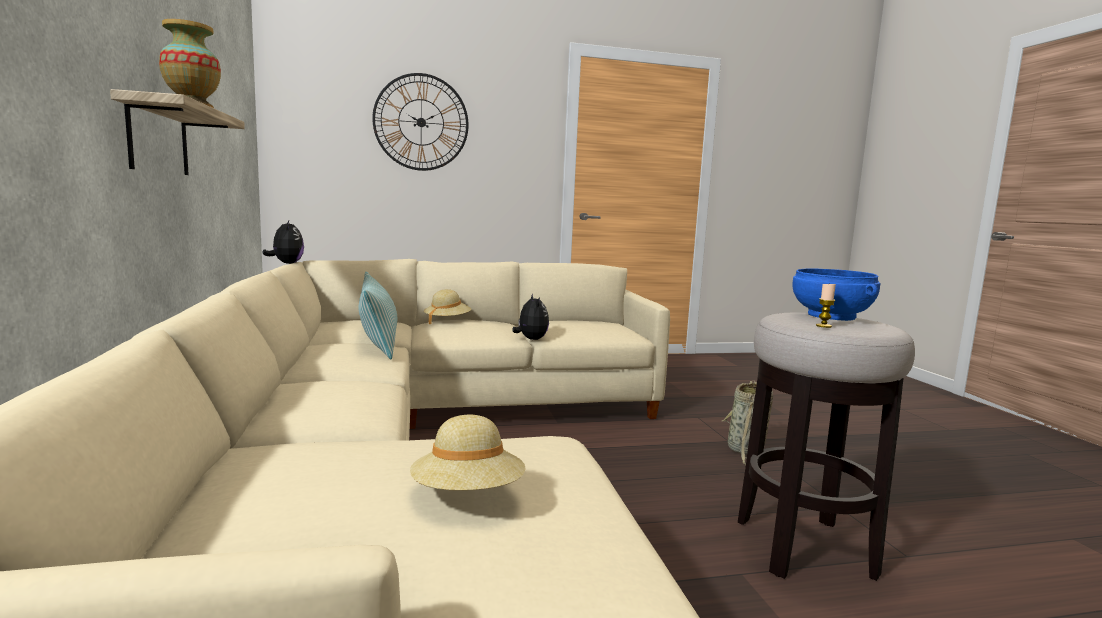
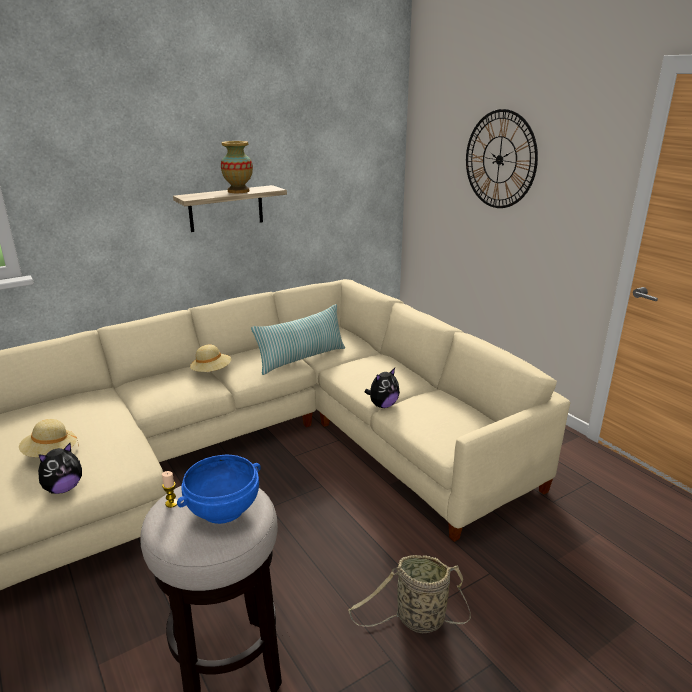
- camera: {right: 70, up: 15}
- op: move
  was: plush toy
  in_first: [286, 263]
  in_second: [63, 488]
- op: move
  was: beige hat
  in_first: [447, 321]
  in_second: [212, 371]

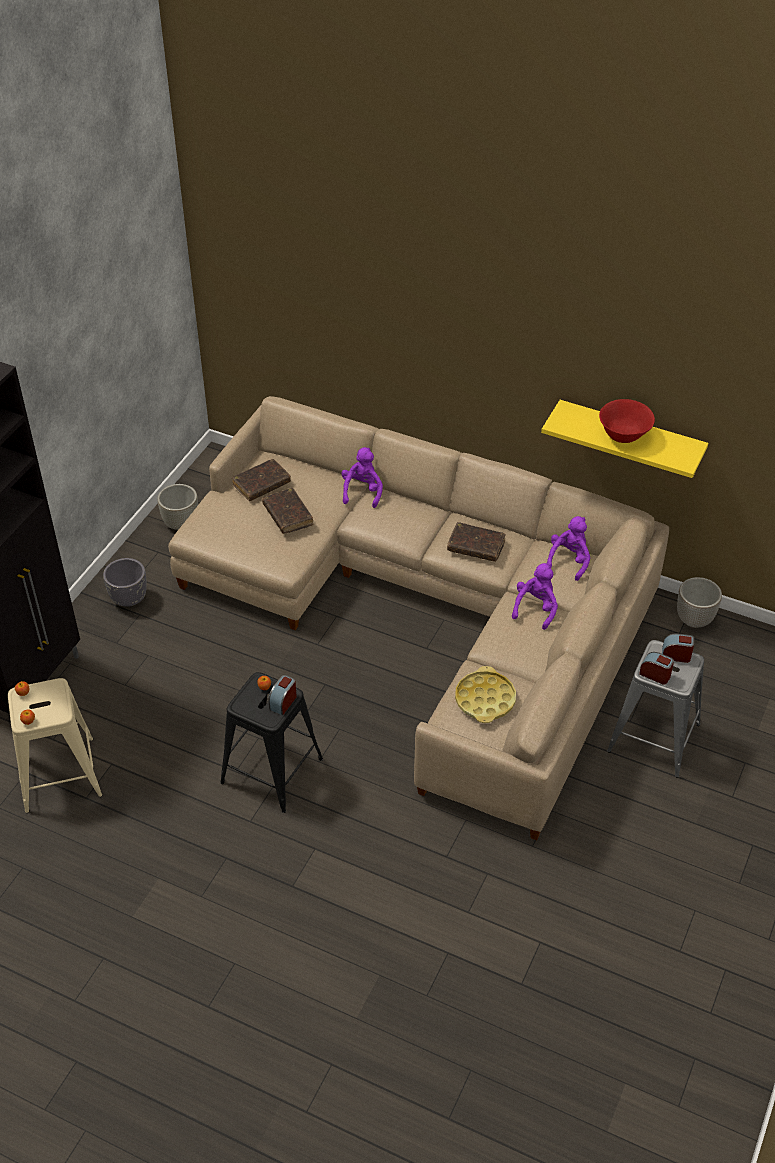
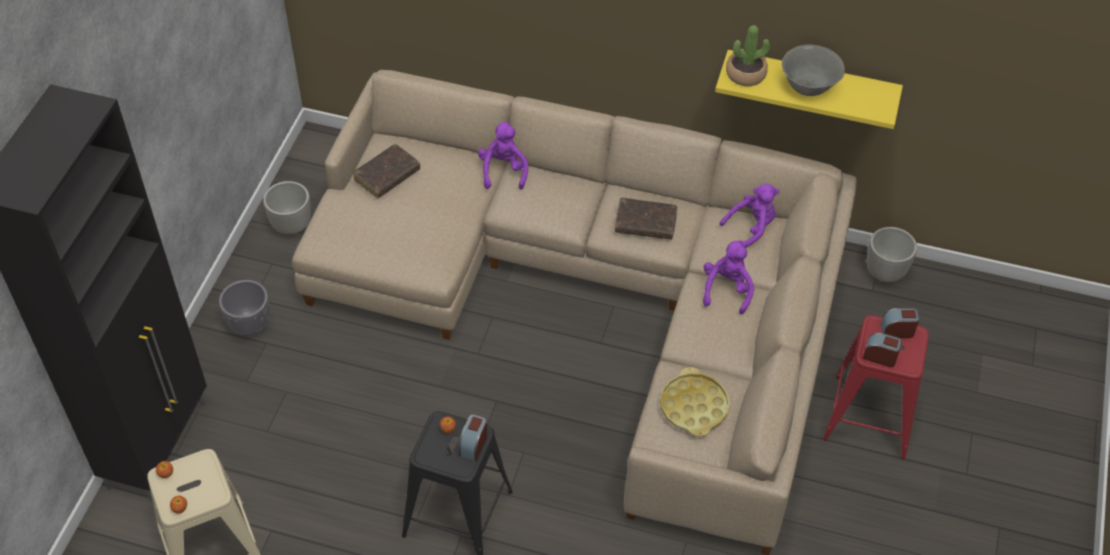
- camera: {right: -10, up: 5}
- op: delete
  was: brown book
  in_first: [288, 515]
- op: rotate
  was: purple plush toy
  in_first: [569, 560]
  in_second: [751, 228]
  clockwise: 45
- op: recolor
  was: red bowl
  now: grey bowl
  in_first: [624, 436]
  in_second: [809, 87]
- op: recolor
  was: grey stool
  now: red stool
  in_first: [654, 737]
  in_second: [870, 416]
- op: insert
  now: potted plant
  in_second: [745, 74]

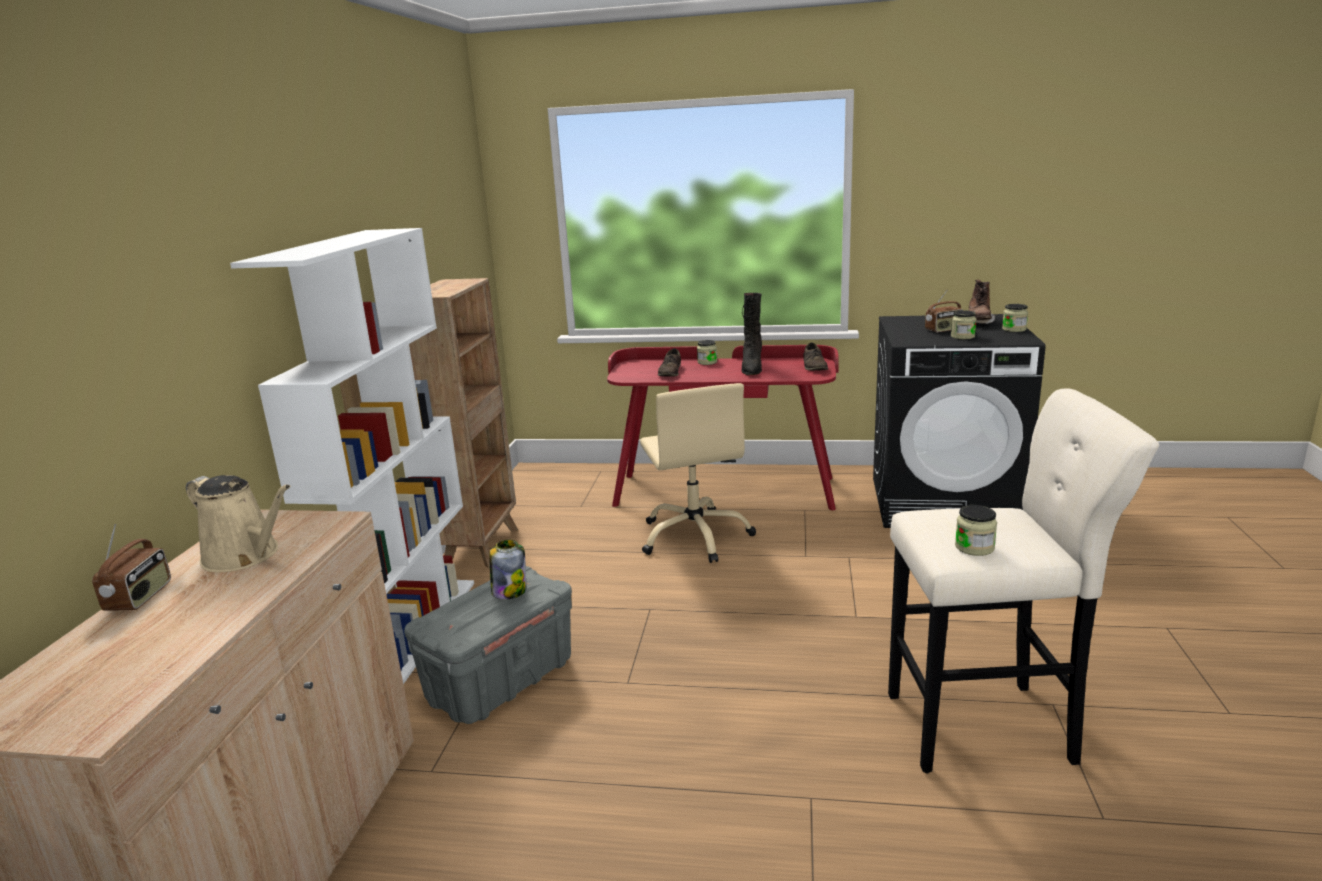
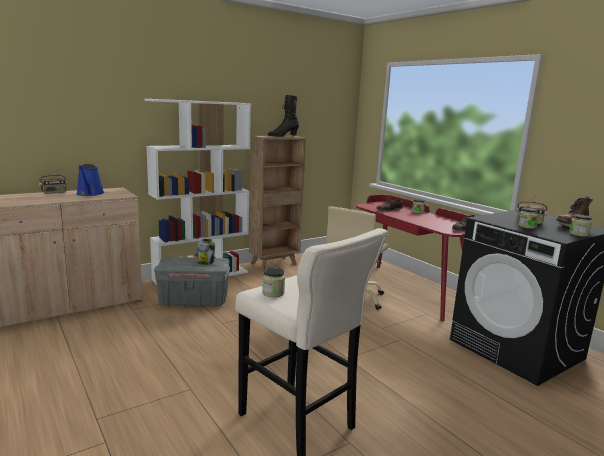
- camera: {right: 45, up: -5}
- op: recolor
  was: beige watering can
  now: blue watering can
  in_first: [245, 556]
  in_second: [89, 194]
- op: move
  was: black boot
  in_first: [752, 368]
  in_second: [283, 136]

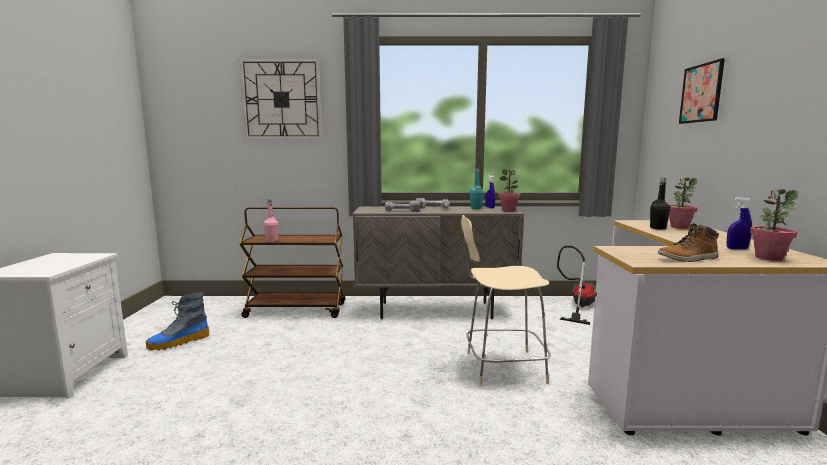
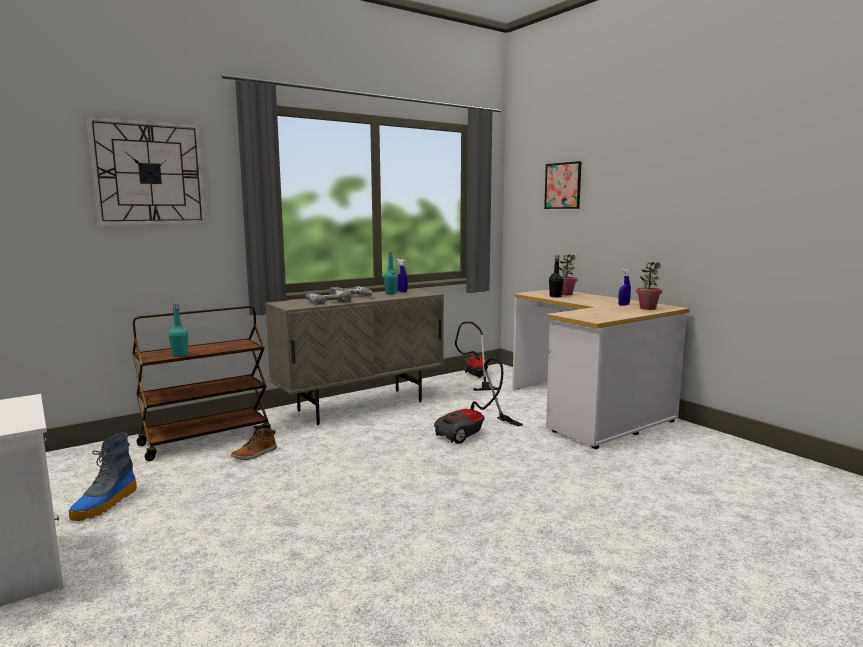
- camera: {right: -35, up: 0}
- op: recolor
  was: pink bottle
  now: turquoise bottle
  in_first: [272, 240]
  in_second: [180, 355]
- op: replace
  was: beige chair
  now: vacuum cleaner
  in_first: [501, 367]
  in_second: [474, 434]
- op: delete
  was: potted plant
  in_first: [508, 210]
- op: move
  was: boot
  in_first: [688, 259]
  in_second: [255, 454]

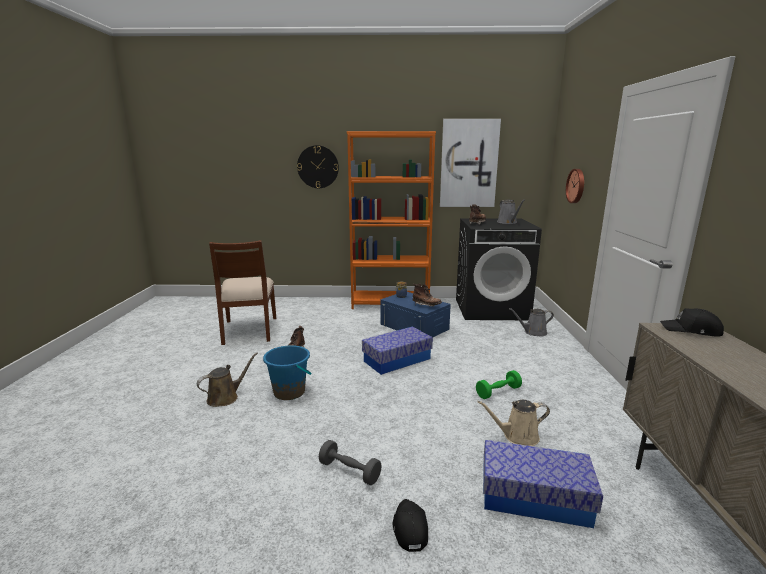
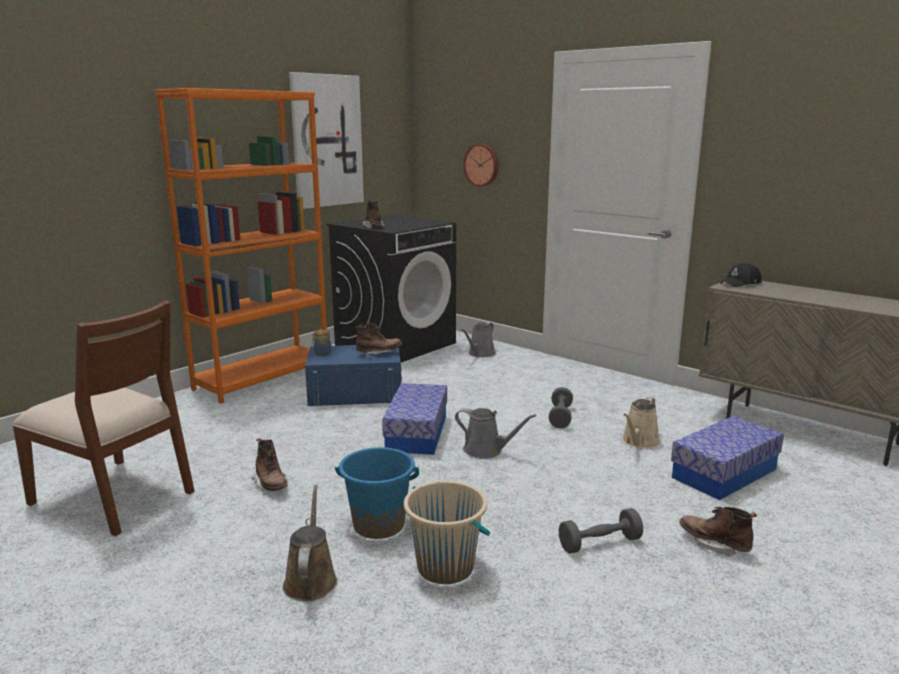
- camera: {right: -50, up: 0}
- op: delete
  was: wall clock
  in_first: [318, 167]
- op: replace
  was: black cap
  now: brown boot
  in_first: [409, 528]
  in_second: [714, 544]
- op: recolor
  was: green dumbbell
  now: grey dumbbell
  in_first: [498, 392]
  in_second: [560, 417]
- op: move
  was: grey watering can
  in_first: [508, 222]
  in_second: [486, 451]
- op: insert
  now: beige bucket
  in_second: [446, 567]

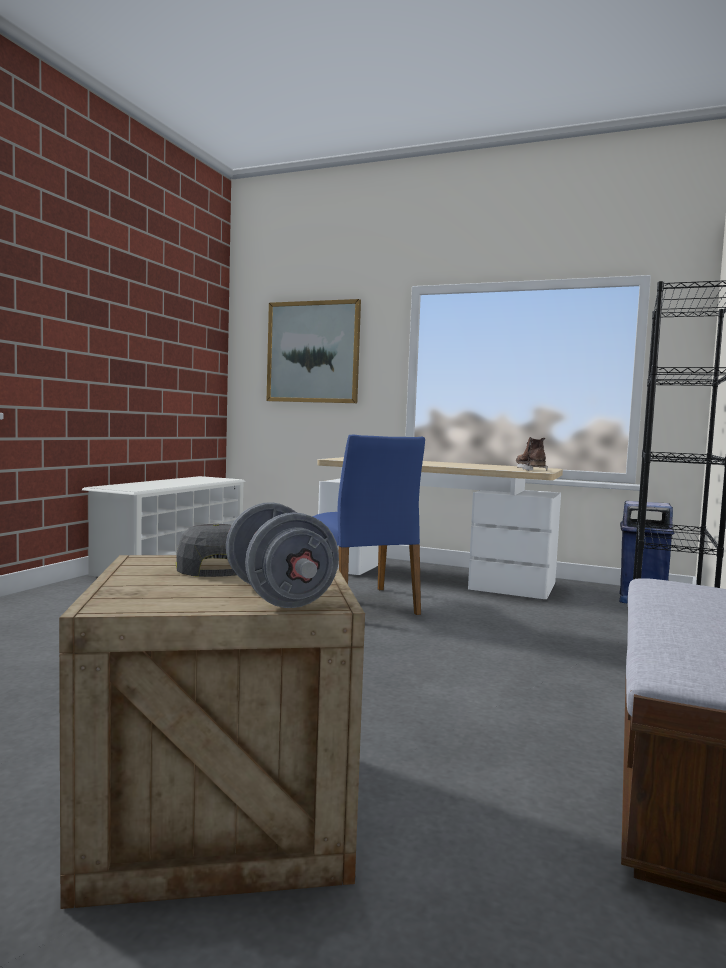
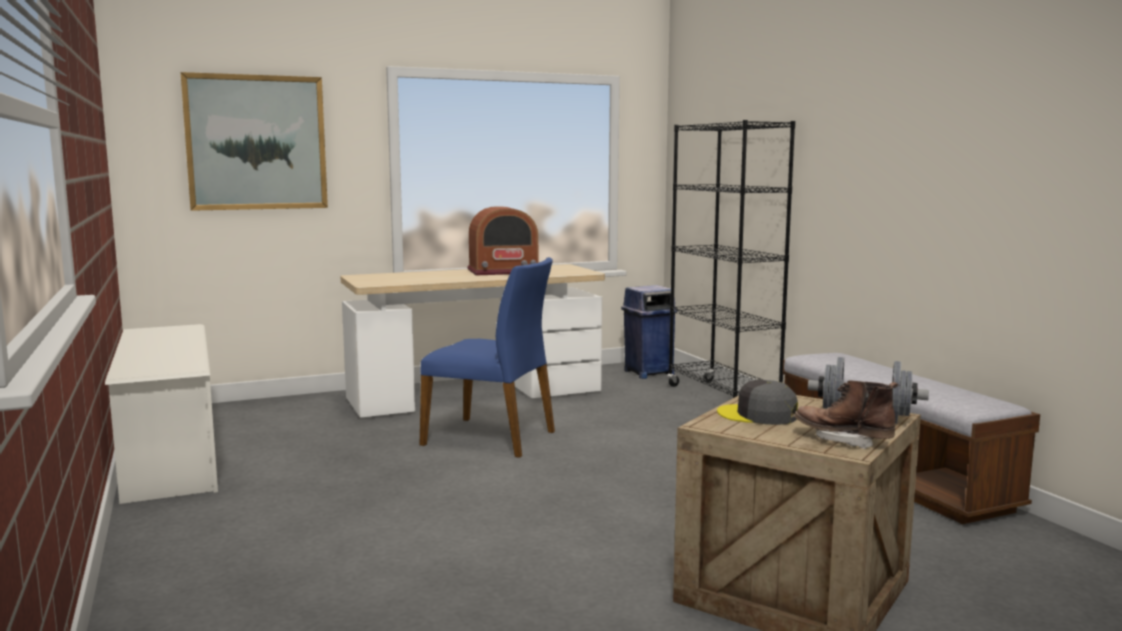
- camera: {right: -45, up: 5}
- op: move
  was: brown boot
  in_first: [530, 470]
  in_second: [843, 440]
- op: insert
  now: radio
  in_second: [503, 271]

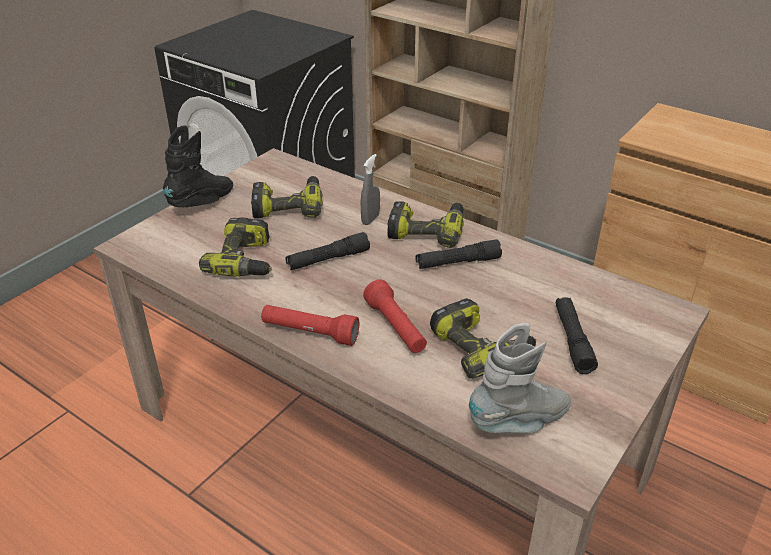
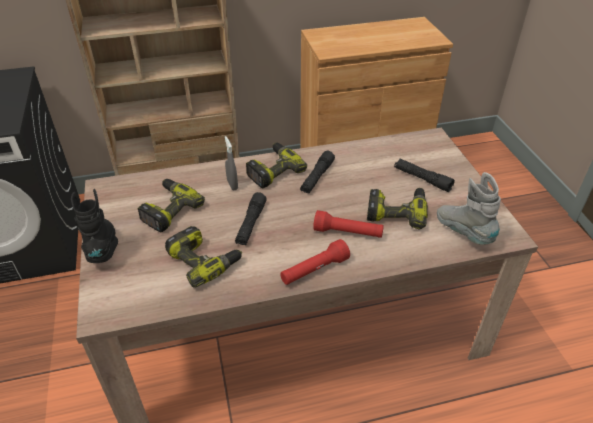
- camera: {right: -50, up: 5}
- op: rotate
  was: grey boot
  in_first: [519, 421]
  in_second: [463, 232]
  clockwise: -45

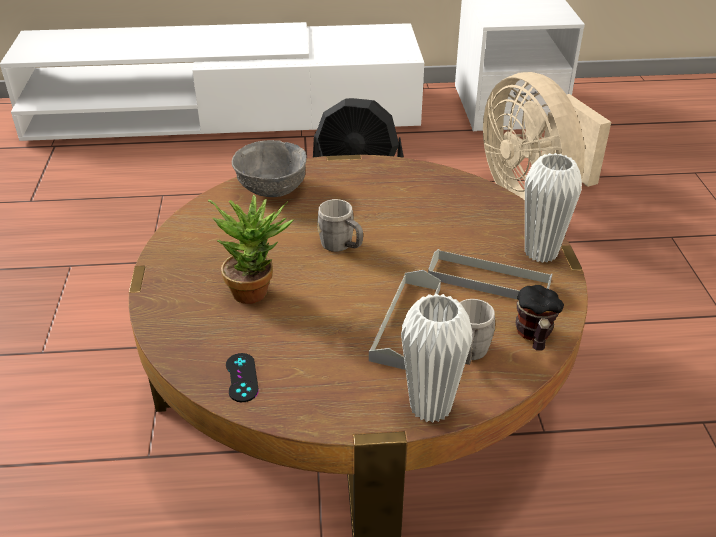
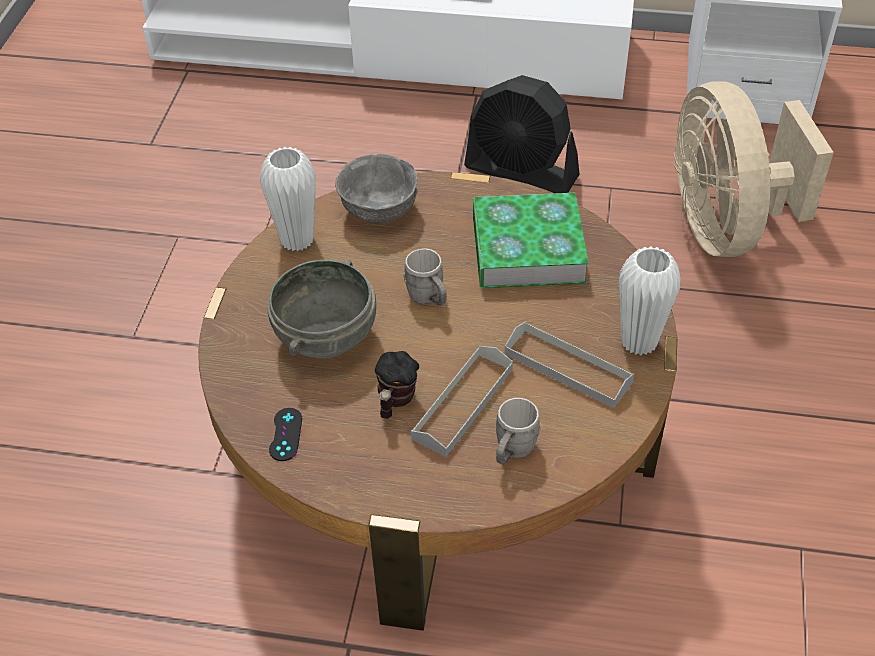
- camera: {right: 15, up: 10}
- op: replace
  was: potted plant
  now: grey bowl
  in_first: [256, 289]
  in_second: [327, 337]
- op: move
  was: white vase
  in_first: [430, 407]
  in_second: [297, 240]
- op: move
  was: mug
  in_first: [534, 336]
  in_second: [395, 400]
- op: insert
  now: book
  in_second: [527, 249]

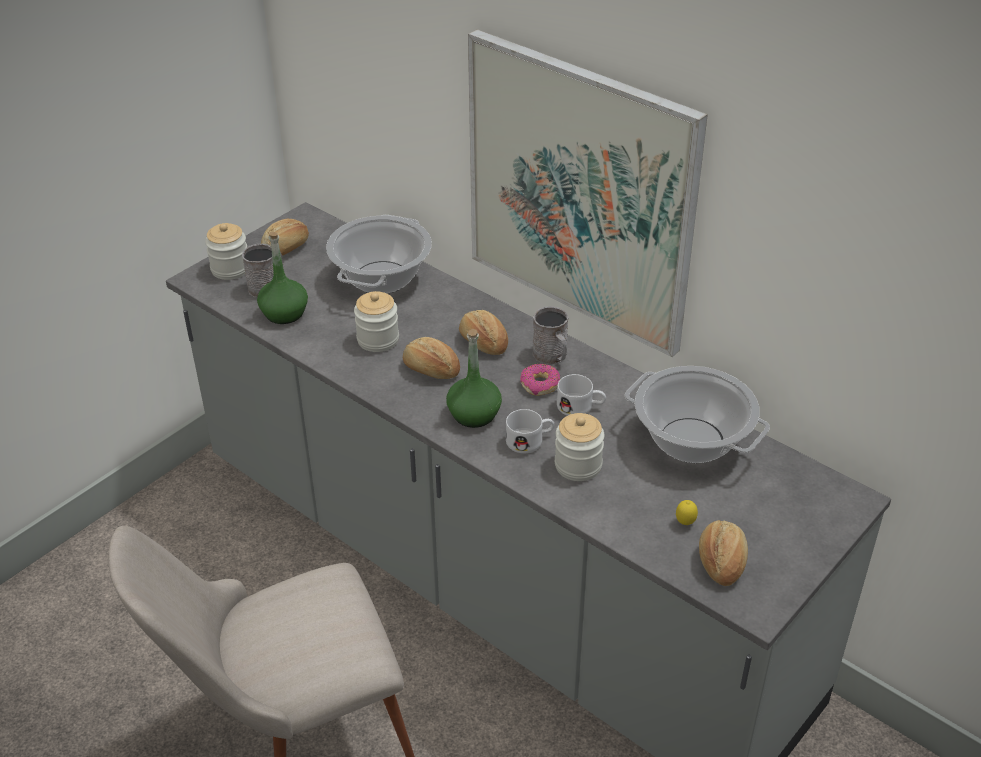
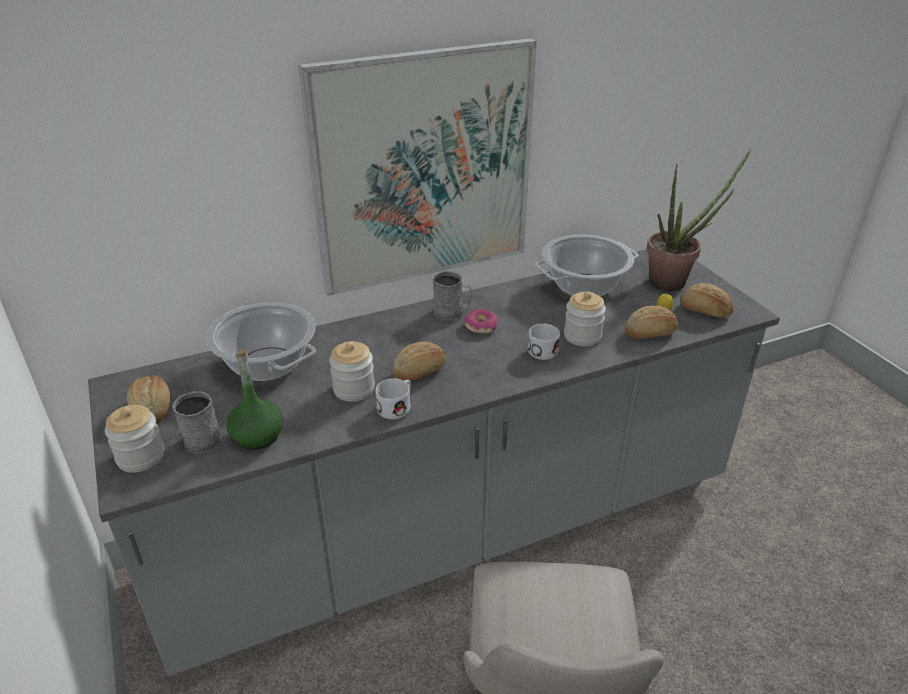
- camera: {right: -65, up: -5}
- op: delete
  was: green bottle
  in_first: [474, 414]
- op: move
  was: bread
  in_first: [483, 343]
  in_second: [650, 333]
- op: move
  was: white mug
  in_first: [580, 407]
  in_second: [397, 406]
- op: insert
  now: potted plant
  in_second: [674, 281]

